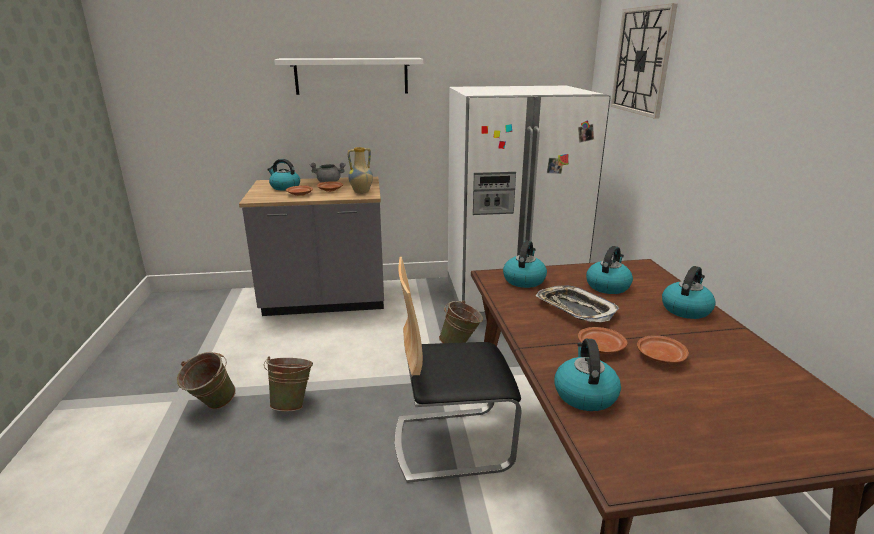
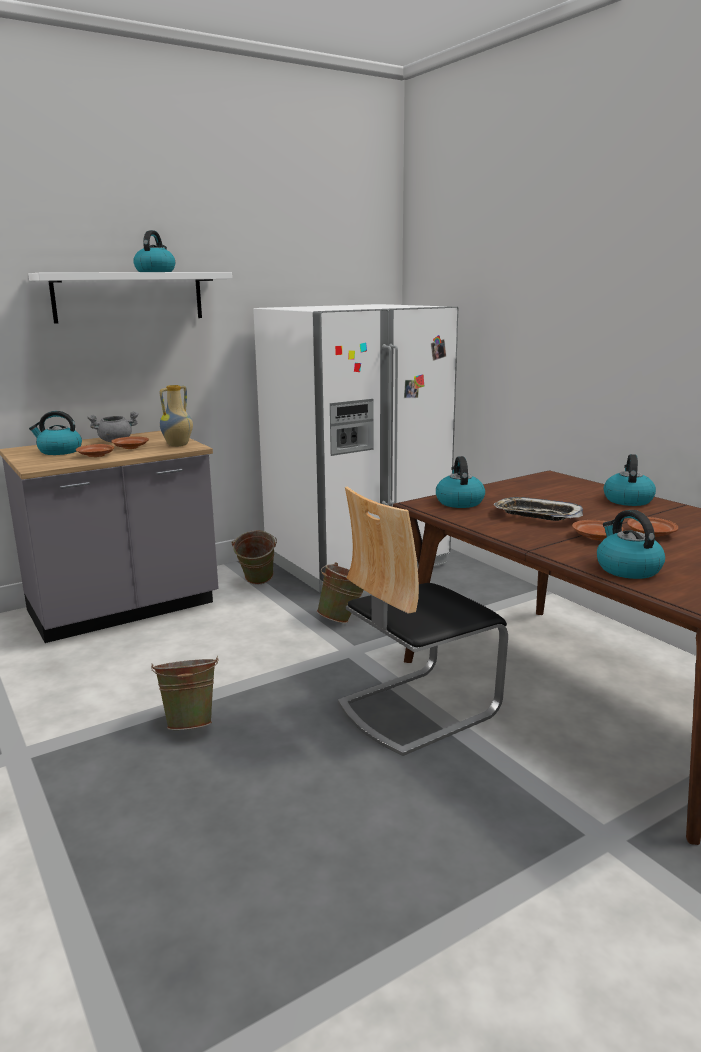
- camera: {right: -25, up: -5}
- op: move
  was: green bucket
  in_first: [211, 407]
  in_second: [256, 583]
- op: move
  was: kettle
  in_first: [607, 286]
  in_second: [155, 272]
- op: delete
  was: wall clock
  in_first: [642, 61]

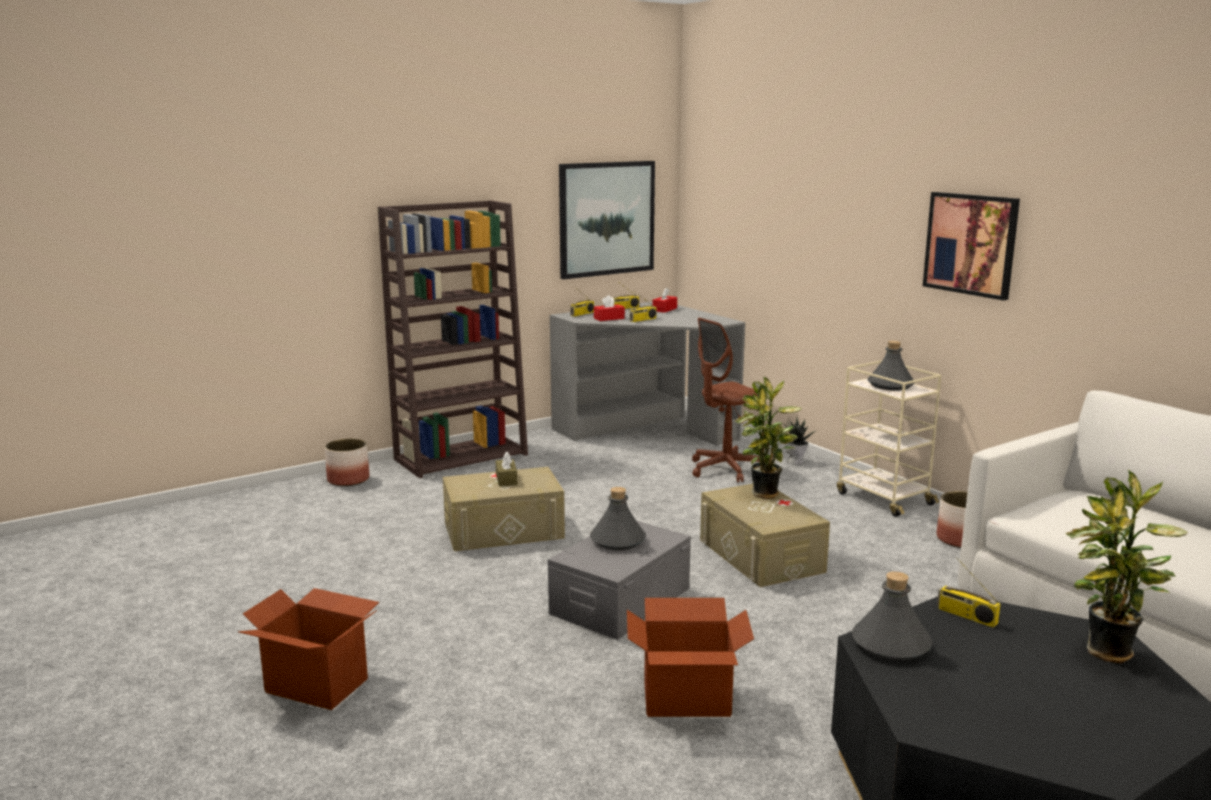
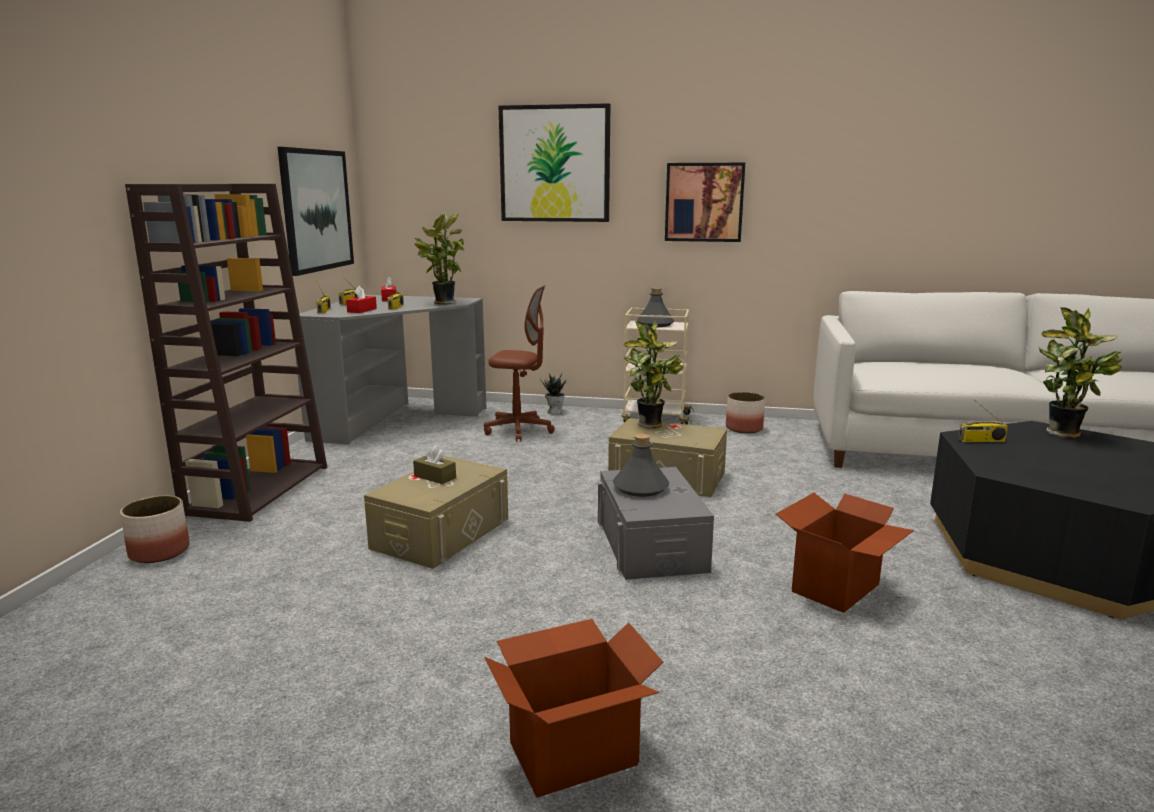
- camera: {right: -45, up: 0}
- op: rotate
  was: brown office chair
  in_first: [725, 469]
  in_second: [519, 430]
  clockwise: -90
- op: delete
  was: grey bottle
  in_first: [890, 645]
- op: insert
  now: potted plant
  in_second: [442, 303]
- op: insert
  now: picture
  in_second: [554, 164]

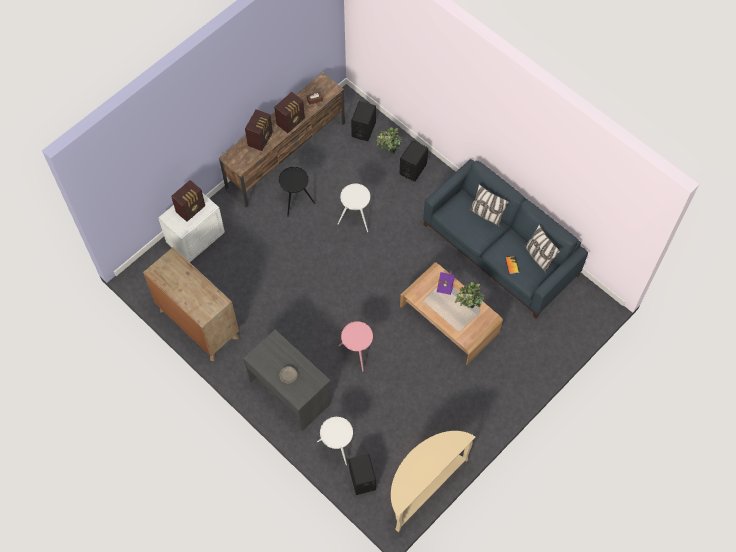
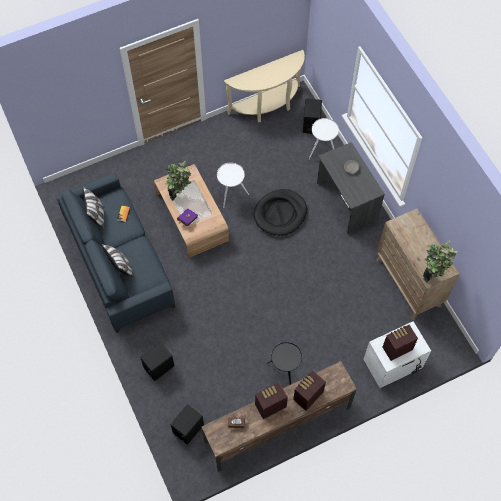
- camera: {right: -160, up: 0}
- op: move
  was: white side table
  in_first: [355, 218]
  in_second: [231, 194]
- op: replace
  was: pink side table
  now: black dog bed
  in_first: [357, 354]
  in_second: [280, 214]
- op: move
  was: potted plant
  in_first: [388, 156]
  in_second: [433, 274]

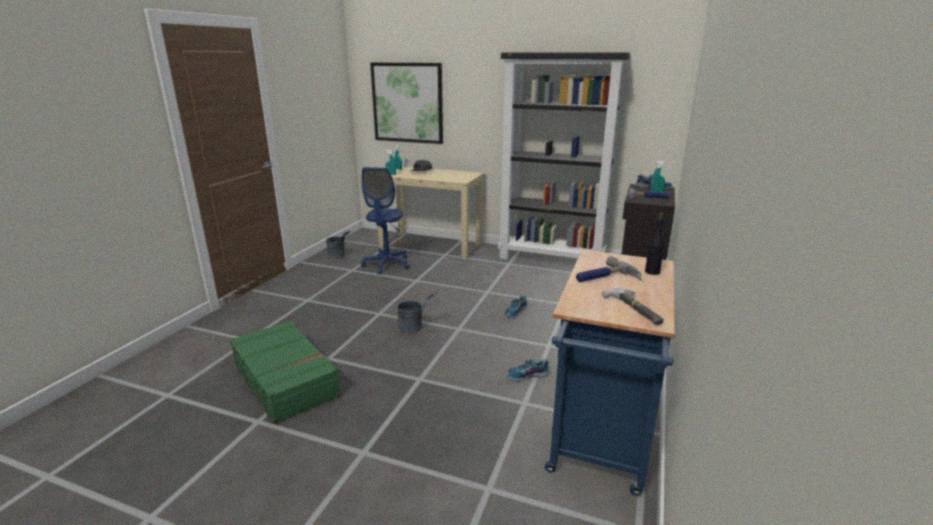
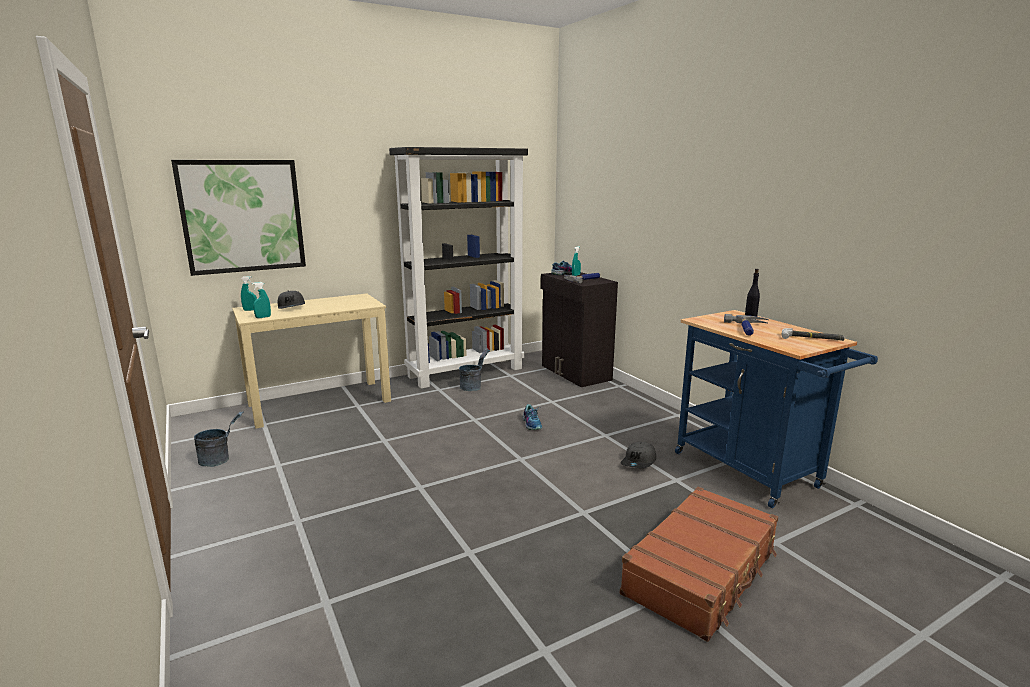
- camera: {right: -50, up: -5}
- op: delete
  was: green suitcase
  in_first: [286, 379]
- op: delete
  was: blue office chair
  in_first: [387, 264]
- op: move
  was: grey bucket
  in_first: [415, 327]
  in_second: [473, 387]
- op: replace
  was: shoe
  now: grey cap
  in_first: [527, 376]
  in_second: [639, 462]
- op: insert
  now: brown suitcase
  in_second: [702, 572]

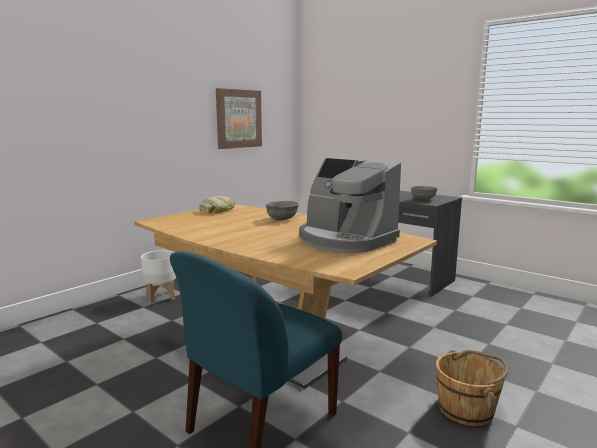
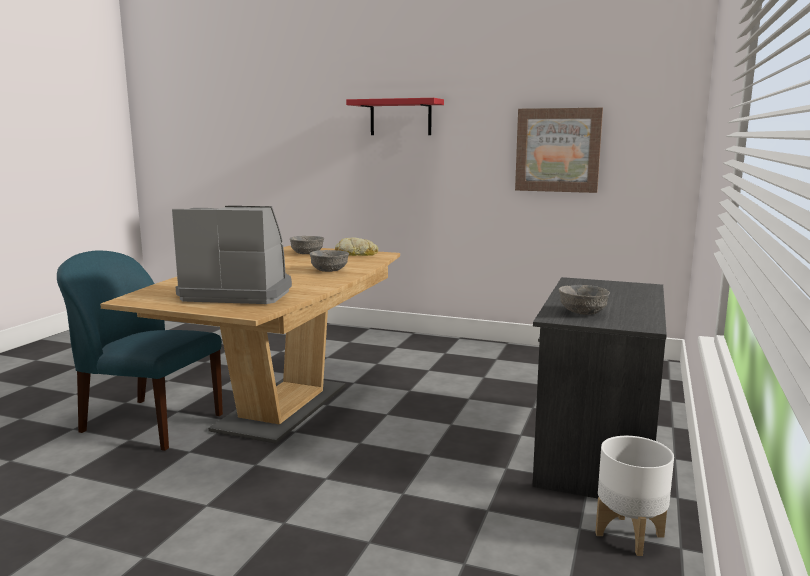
- camera: {right: 70, up: 0}
- op: move
  was: white planter
  in_first: [161, 296]
  in_second: [630, 535]
- op: rotate
  was: coffee machine
  in_first: [345, 240]
  in_second: [238, 293]
  clockwise: 75
- op: delete
  was: brown bucket
  in_first: [467, 409]
- op: insert
  now: grey bowl
  in_second: [306, 254]
- op: insert
  now: red shelf
  in_second: [400, 117]

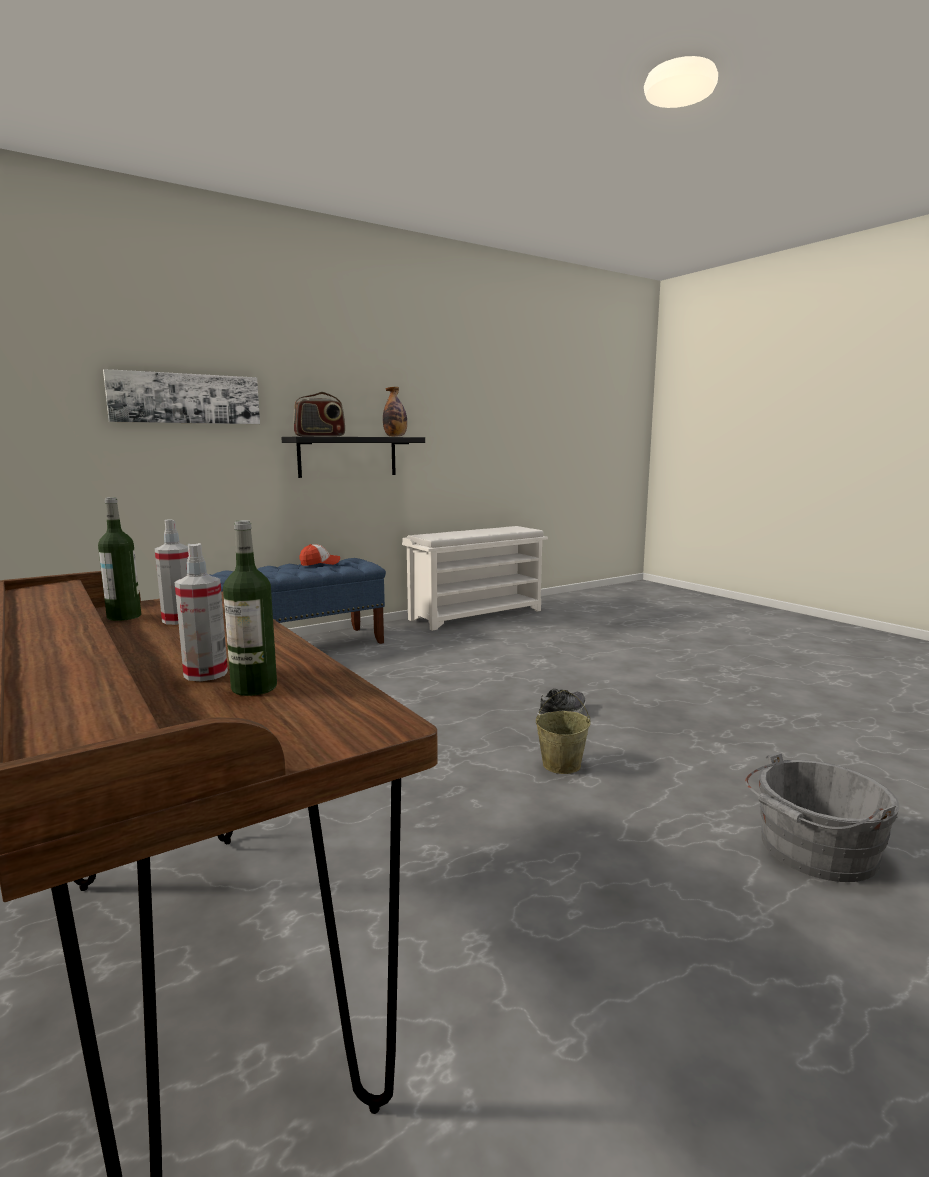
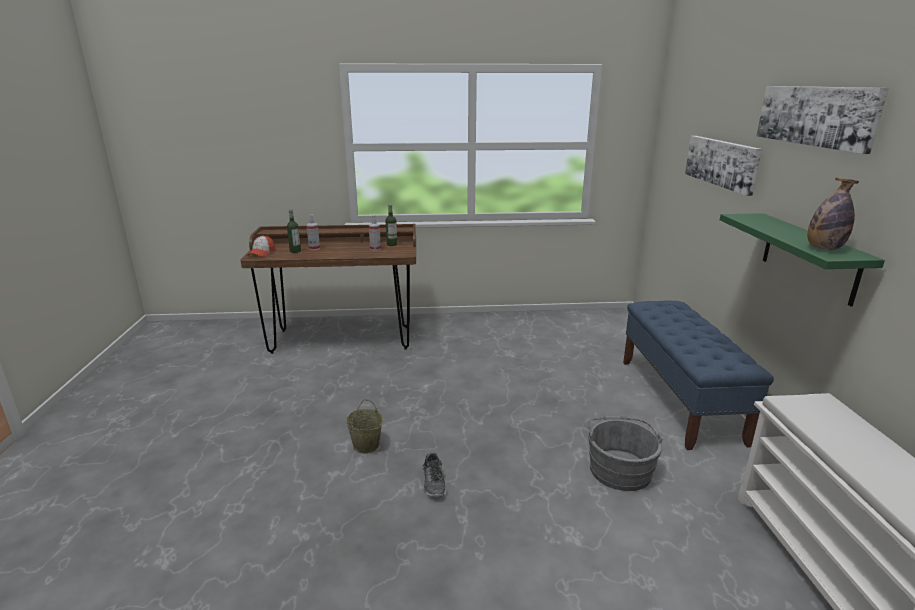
- camera: {right: 120, up: 10}
- op: recolor
  was: black shelf
  now: green shelf
  in_first: [347, 456]
  in_second: [809, 257]
- op: delete
  was: radio
  in_first: [320, 436]
- op: move
  was: cap
  in_first: [320, 563]
  in_second: [261, 253]
- op: move
  was: grey bucket
  in_first: [813, 851]
  in_second: [619, 468]
- op: insert
  now: picture
  in_second: [816, 115]

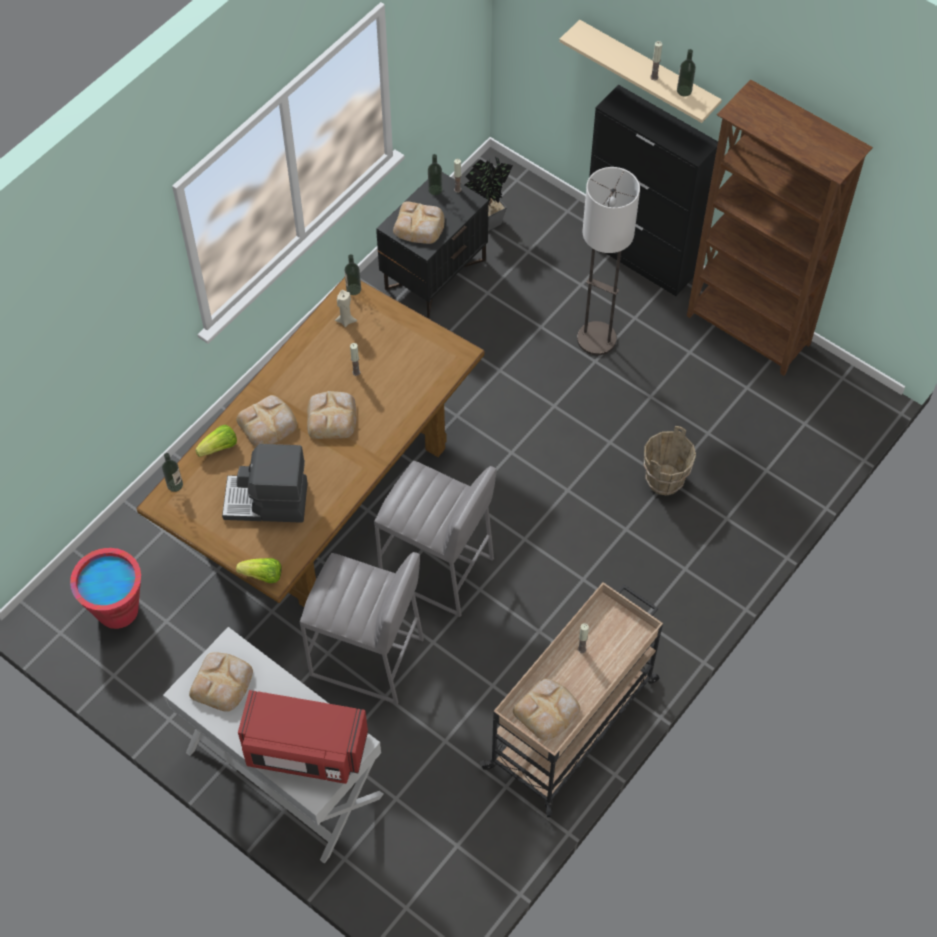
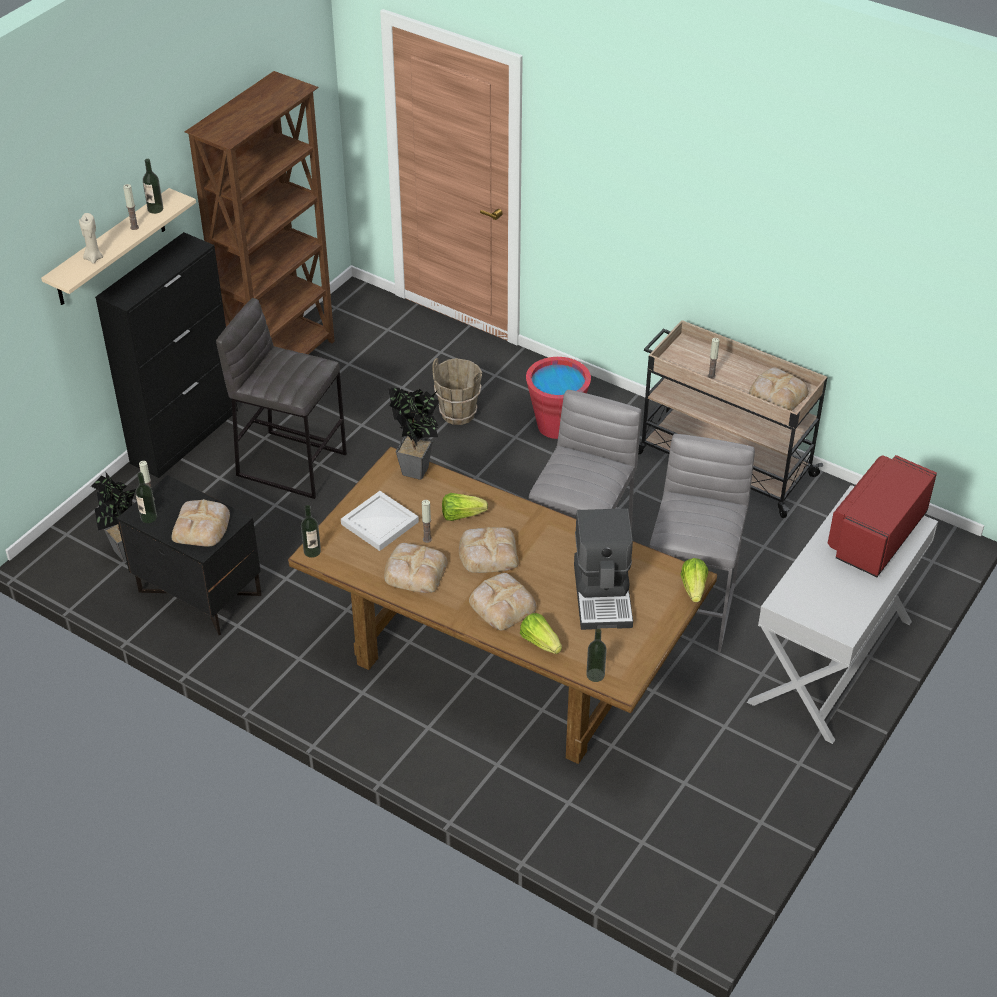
- camera: {right: -95, up: -15}
- op: move
  was: red bucket
  in_first: [117, 610]
  in_second: [556, 426]
- op: move
  was: bread
  in_first: [222, 682]
  in_second: [414, 571]
- op: rotate
  was: red microwave
  in_first: [304, 749]
  in_second: [876, 534]
  clockwise: -150
- op: move
  was: beige candle
  in_first: [346, 320]
  in_second: [93, 258]
- op: replace
  was: floor lamp
  now: grey stool
  in_first: [597, 339]
  in_second: [291, 463]
- op: insert
  now: white tray
  in_second: [379, 524]
- op: insert
  now: potted plant
  in_second: [418, 473]
- op: insert
  now: lettuce
  in_second: [461, 515]

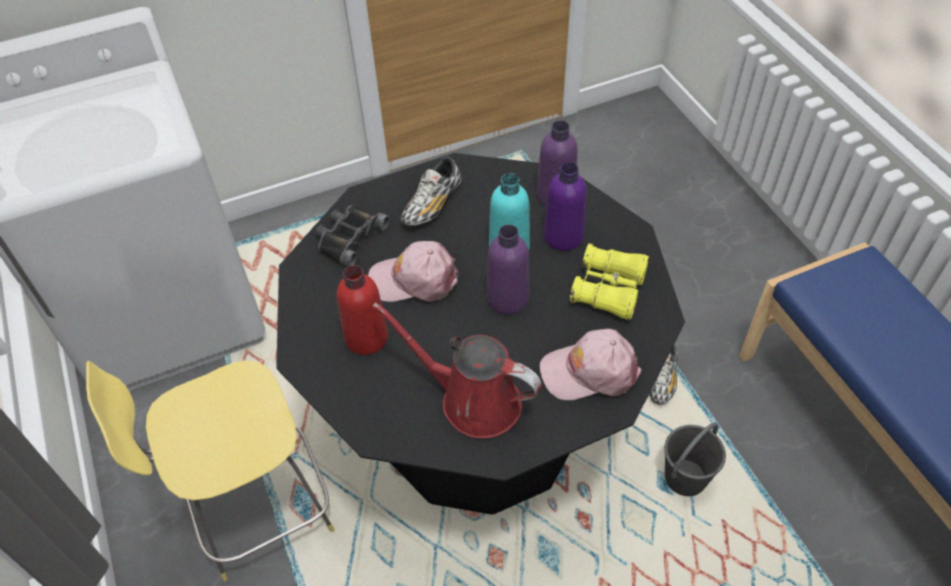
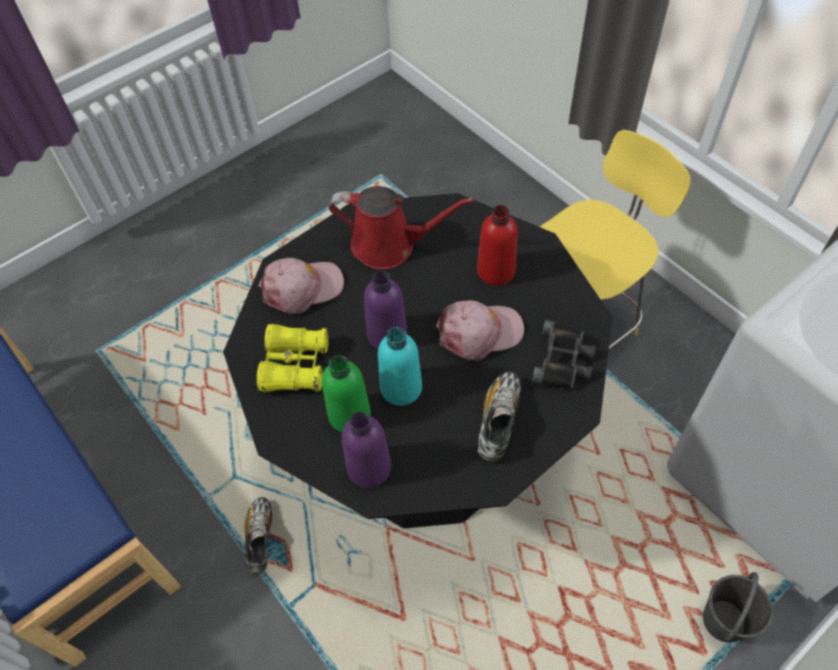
- camera: {right: 165, up: 5}
- op: recolor
  was: purple bottle
  now: green bottle
  in_first: [563, 237]
  in_second: [349, 415]
- op: move
  was: grey bucket
  in_first: [685, 477]
  in_second: [723, 621]

